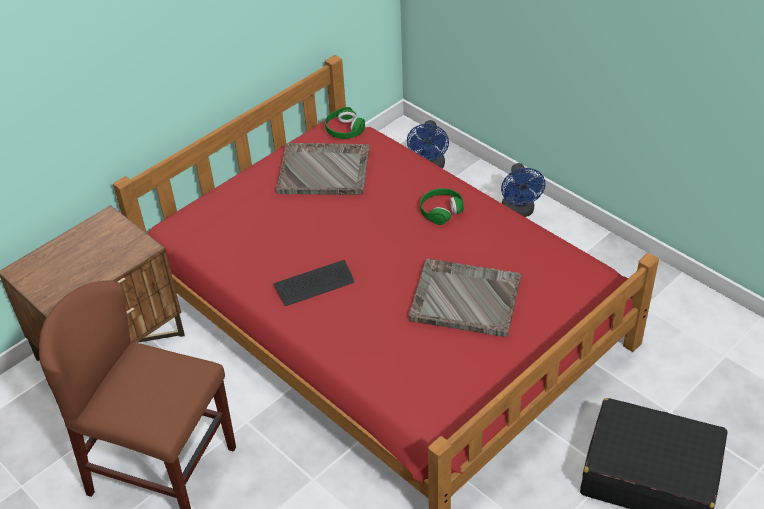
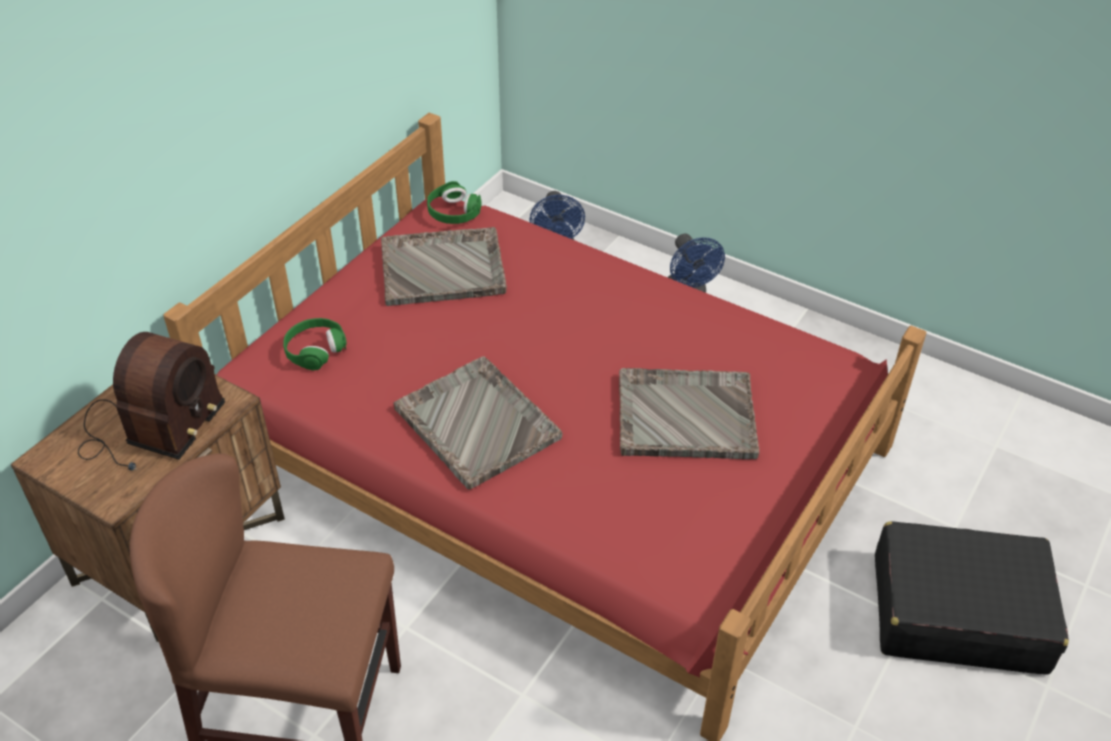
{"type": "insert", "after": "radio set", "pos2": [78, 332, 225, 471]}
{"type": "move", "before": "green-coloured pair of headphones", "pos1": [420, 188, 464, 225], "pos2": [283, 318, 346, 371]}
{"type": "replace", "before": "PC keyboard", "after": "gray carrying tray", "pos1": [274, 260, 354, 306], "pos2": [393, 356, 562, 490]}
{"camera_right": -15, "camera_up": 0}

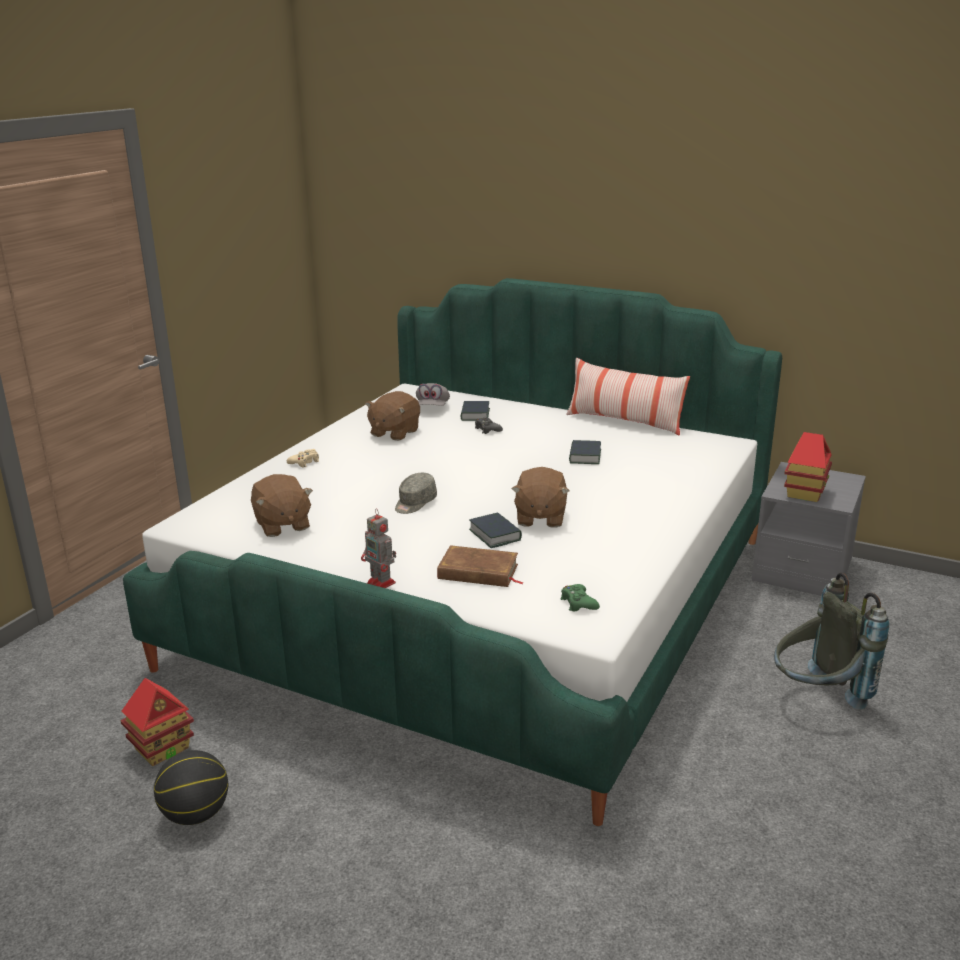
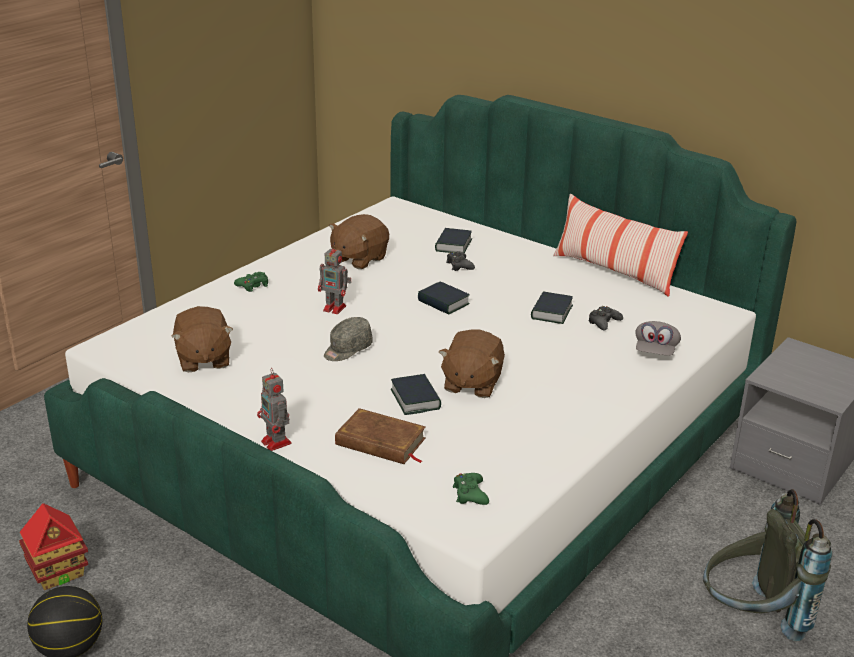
{"type": "delete", "before": "toy house", "pos1": [784, 432, 832, 502]}
{"type": "insert", "after": "robot figure", "pos2": [318, 243, 351, 314]}
{"type": "insert", "after": "bound book", "pos2": [418, 282, 470, 315]}
{"type": "insert", "after": "black game controller", "pos2": [588, 306, 623, 331]}
{"type": "move", "before": "gray baseball cap", "pos1": [416, 383, 450, 406], "pos2": [635, 321, 681, 356]}
{"type": "recolor", "before": "sand-coloured game controller", "after": "green-coloured game controller", "pos1": [287, 449, 319, 468], "pos2": [234, 272, 268, 292]}
{"camera_right": 10, "camera_up": 5}

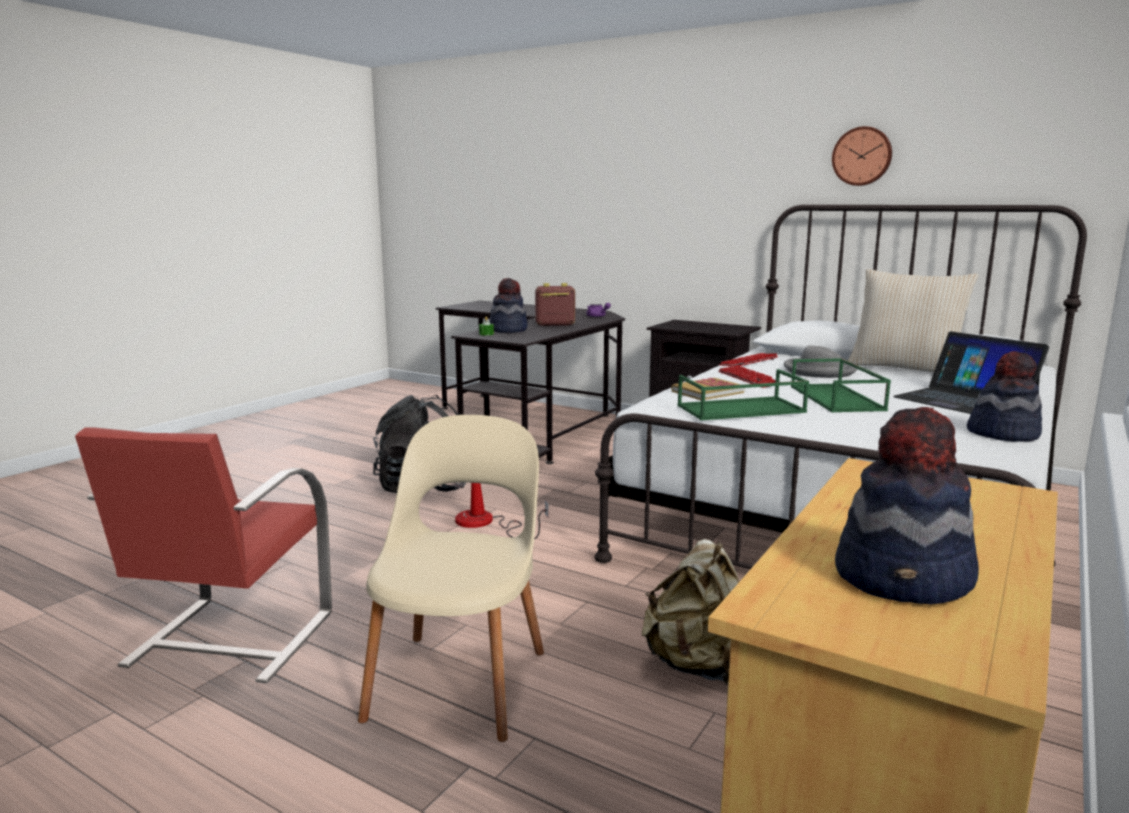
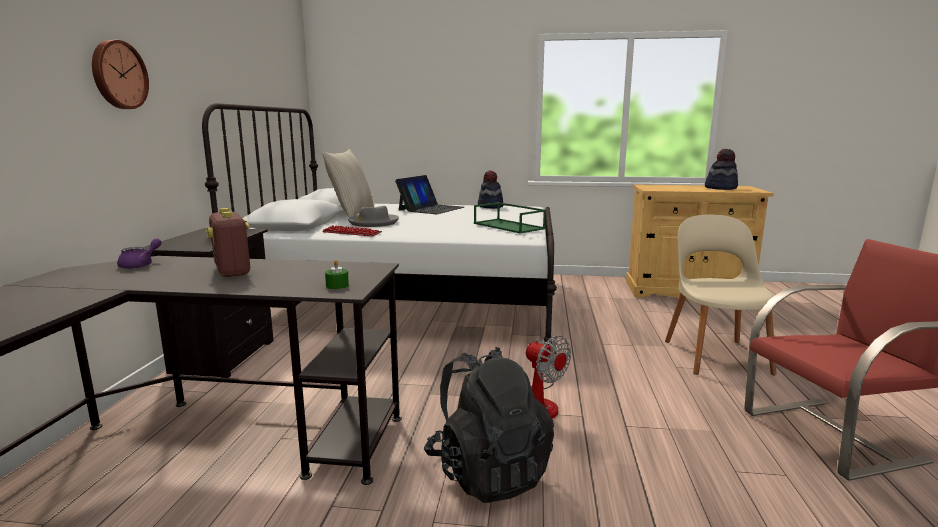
{"type": "delete", "before": "hat", "pos1": [489, 278, 528, 333]}
{"type": "delete", "before": "sand-coloured knapsack", "pos1": [642, 539, 739, 684]}
{"type": "delete", "before": "bound book", "pos1": [671, 378, 744, 400]}
{"type": "delete", "before": "PC keyboard", "pos1": [718, 365, 776, 388]}
{"type": "delete", "before": "green-coloured carrying tray", "pos1": [791, 358, 891, 413]}
{"type": "move", "before": "wall clock", "pos1": [832, 126, 892, 186], "pos2": [92, 40, 149, 109]}
{"type": "rotate", "before": "sand-coloured plain chair", "pos1": [358, 415, 544, 742], "pos2": [665, 215, 777, 375], "turn": 105}
{"camera_right": -115, "camera_up": 0}

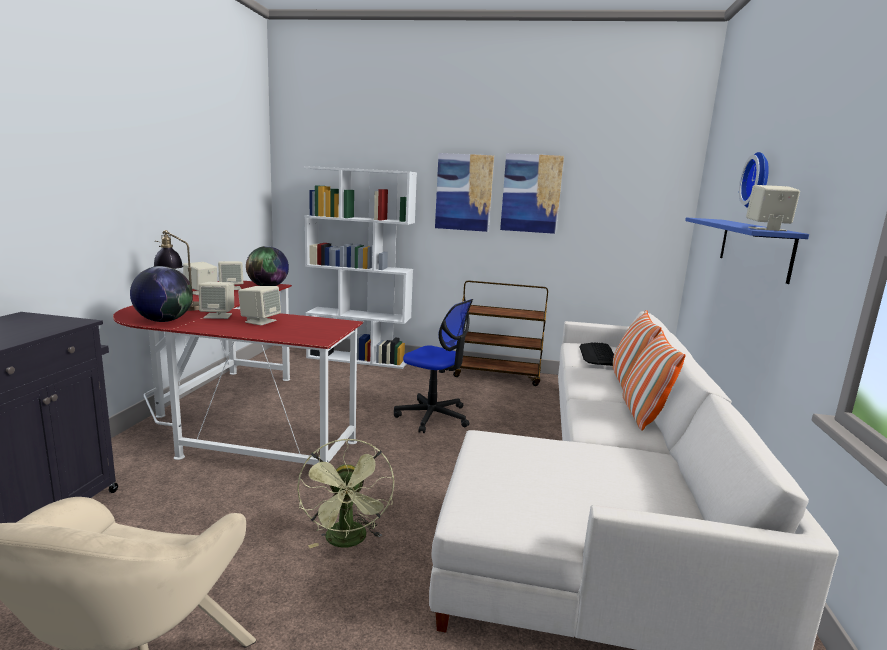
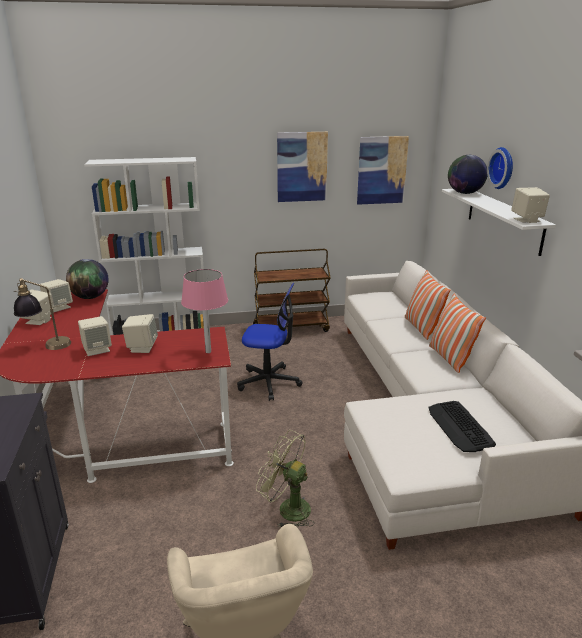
{"type": "insert", "after": "pinkish lamp for a table", "pos2": [181, 269, 228, 353]}
{"type": "move", "before": "globe", "pos1": [130, 266, 193, 322], "pos2": [448, 155, 487, 194]}
{"type": "move", "before": "wall picture", "pos1": [435, 153, 494, 232], "pos2": [357, 136, 409, 205]}
{"type": "move", "before": "PC keyboard", "pos1": [579, 342, 614, 366], "pos2": [428, 401, 496, 452]}
{"type": "recolor", "before": "blue-coloured wall shelf", "after": "whitish wall shelf", "pos1": [685, 217, 809, 284], "pos2": [442, 189, 556, 256]}
{"type": "rotate", "before": "green-coloured fan", "pos1": [297, 438, 394, 548], "pos2": [256, 430, 315, 528], "turn": 150}
{"camera_right": -20, "camera_up": 10}

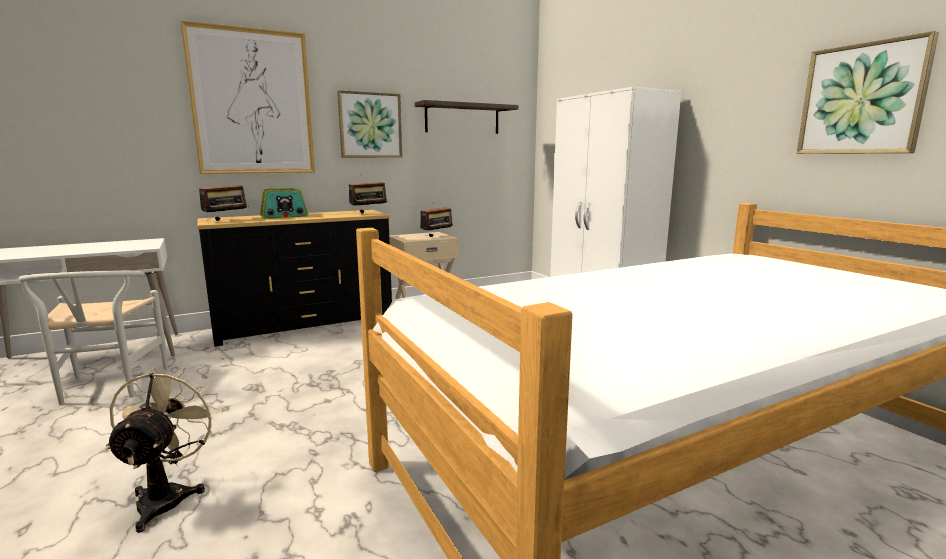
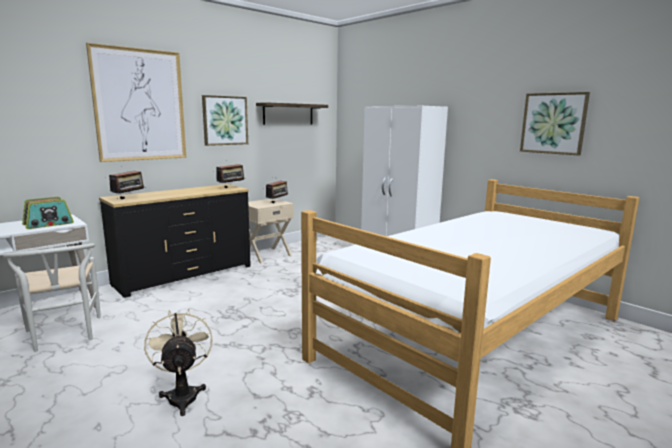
{"type": "move", "before": "radio set", "pos1": [260, 188, 308, 219], "pos2": [22, 197, 74, 229]}
{"camera_right": -15, "camera_up": 0}

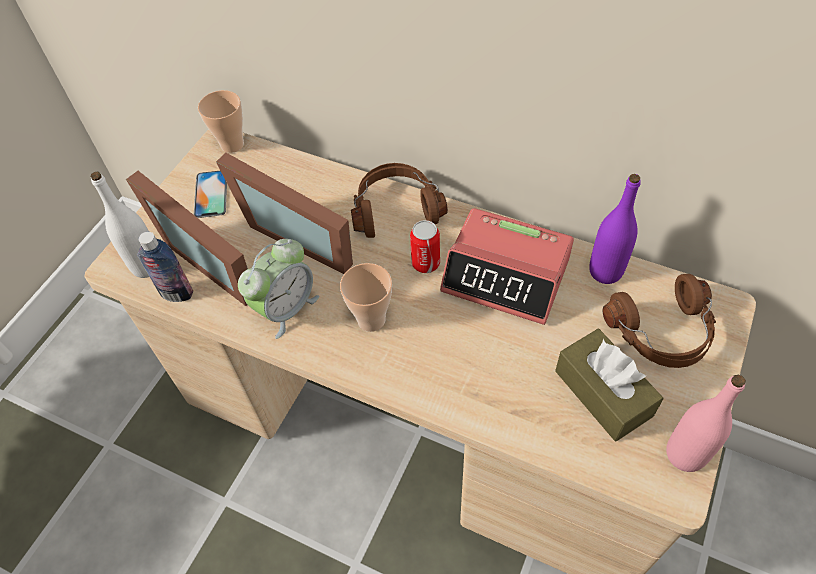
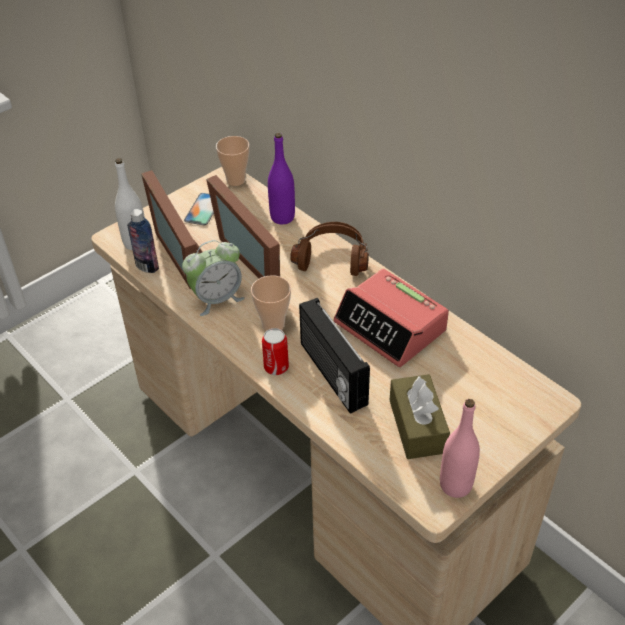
{"type": "delete", "before": "brown pair of headphones", "pos1": [603, 274, 716, 368]}
{"type": "insert", "after": "radio set", "pos2": [299, 298, 370, 414]}
{"type": "move", "before": "metal can", "pos1": [410, 220, 440, 273], "pos2": [262, 328, 289, 375]}
{"type": "move", "before": "purplish beverage bottle", "pos1": [589, 174, 640, 284], "pos2": [268, 133, 295, 224]}
{"camera_right": 20, "camera_up": -10}

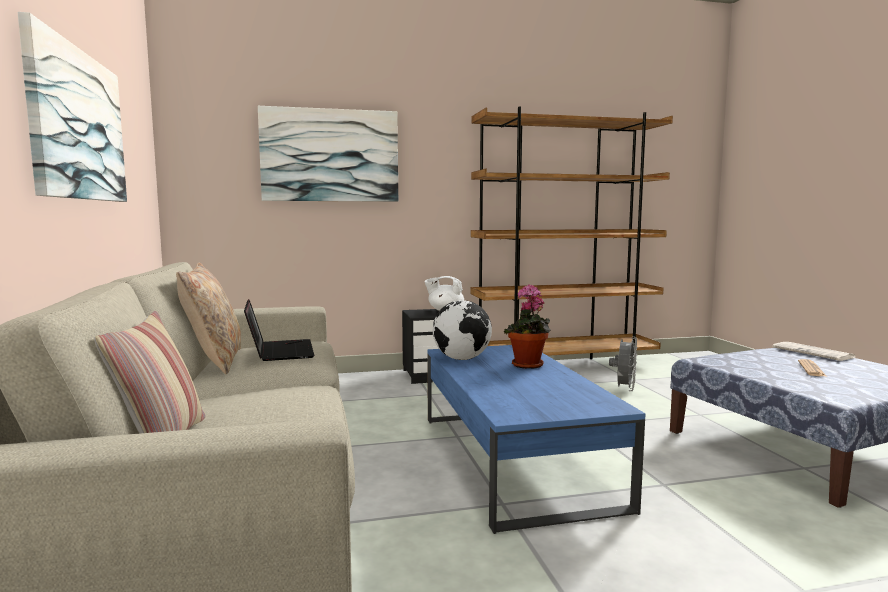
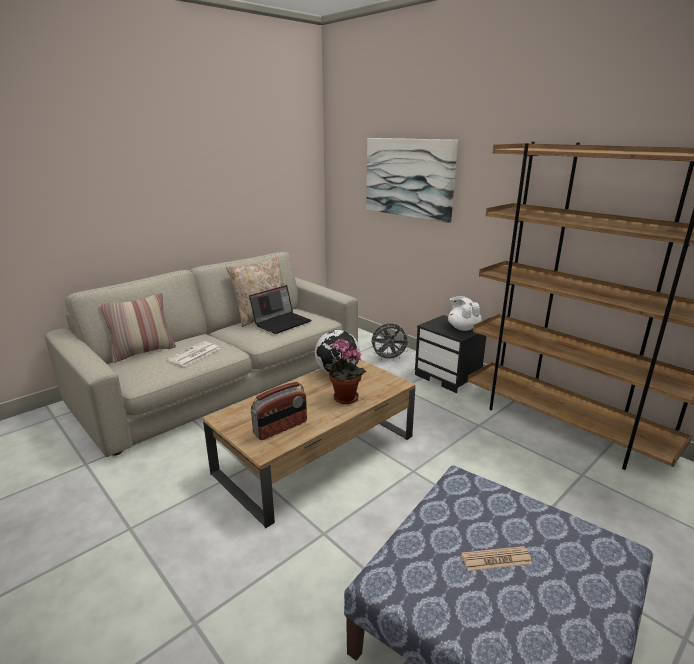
{"type": "delete", "before": "wall picture", "pos1": [18, 12, 127, 202]}
{"type": "insert", "after": "radio set", "pos2": [251, 382, 307, 440]}
{"type": "move", "before": "gray fan", "pos1": [609, 336, 637, 391], "pos2": [371, 324, 410, 361]}
{"type": "move", "before": "printed paper", "pos1": [772, 342, 857, 361], "pos2": [166, 341, 220, 367]}
{"type": "recolor", "before": "blue-coloured low table", "after": "brown low table", "pos1": [427, 345, 645, 534], "pos2": [203, 360, 416, 528]}
{"camera_right": 60, "camera_up": 15}

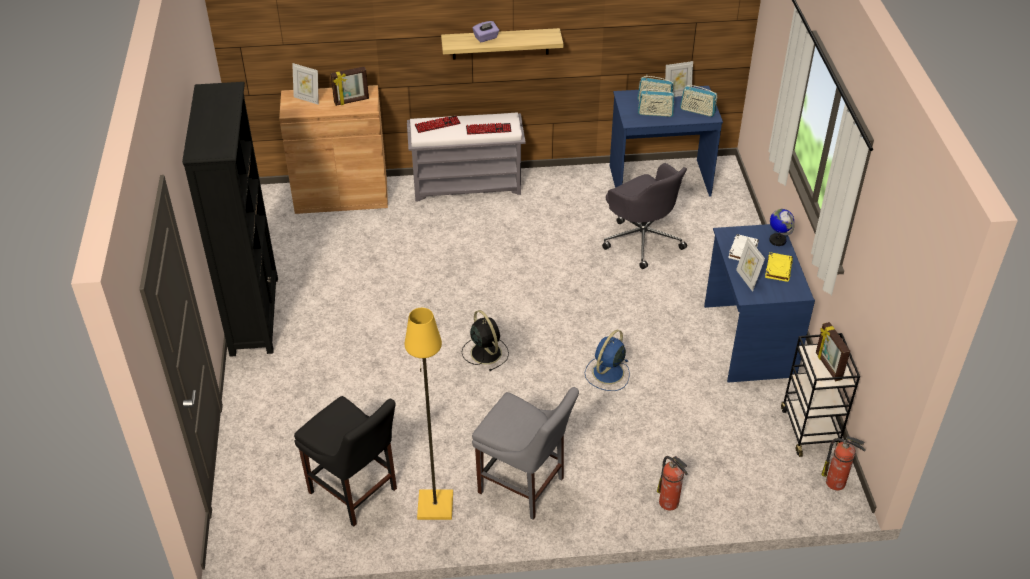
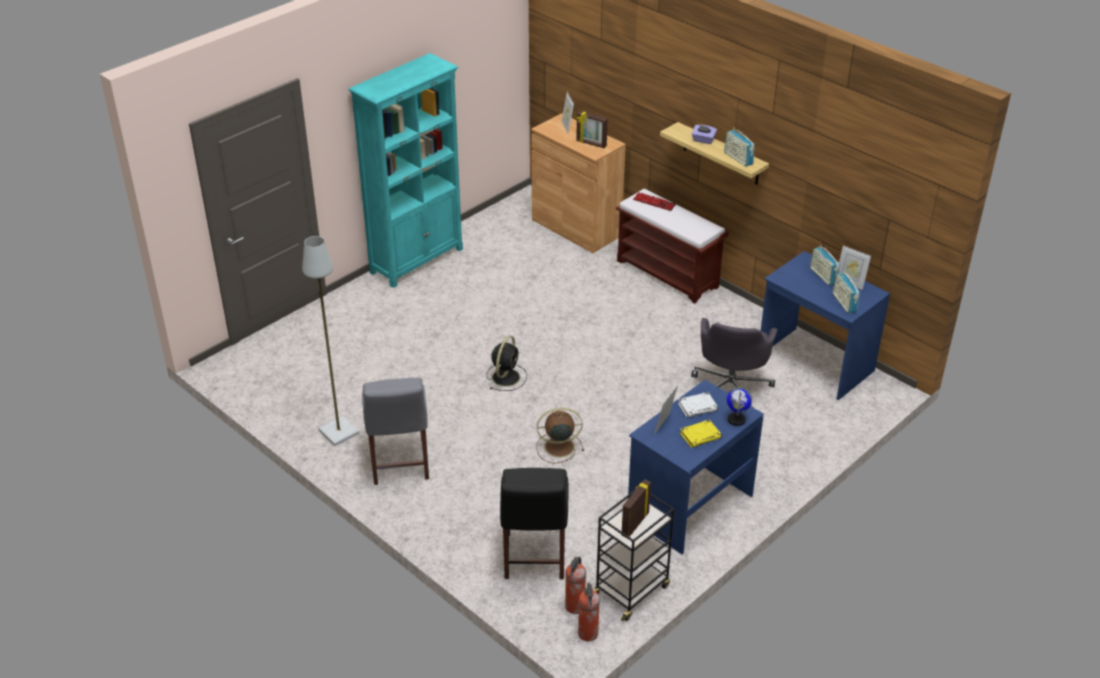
{"type": "delete", "before": "PC keyboard", "pos1": [466, 123, 512, 135]}
{"type": "move", "before": "black plain chair", "pos1": [294, 396, 397, 527], "pos2": [500, 468, 569, 579]}
{"type": "move", "before": "radio set", "pos1": [638, 88, 675, 117], "pos2": [724, 130, 754, 167]}
{"type": "move", "before": "extinguisher", "pos1": [657, 456, 688, 511], "pos2": [565, 556, 586, 614]}
{"type": "recolor", "before": "black shelving unit", "after": "blue-green shelving unit", "pos1": [182, 82, 278, 357], "pos2": [349, 53, 463, 288]}
{"type": "recolor", "before": "yellow floor lamp", "after": "gray floor lamp", "pos1": [405, 308, 453, 520], "pos2": [302, 236, 359, 446]}
{"type": "recolor", "before": "gray long seat", "after": "brown long seat", "pos1": [407, 112, 526, 201], "pos2": [616, 189, 729, 303]}
{"type": "recolor", "before": "blue-coloured fan", "after": "brown fan", "pos1": [585, 330, 630, 391], "pos2": [536, 408, 584, 464]}
{"camera_right": 50, "camera_up": -5}

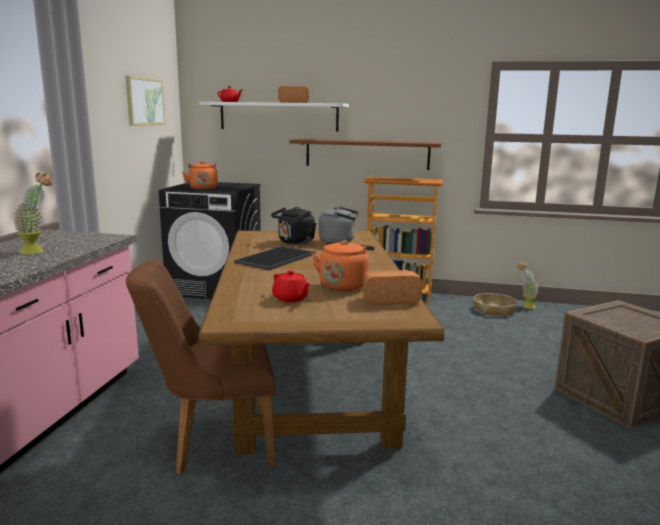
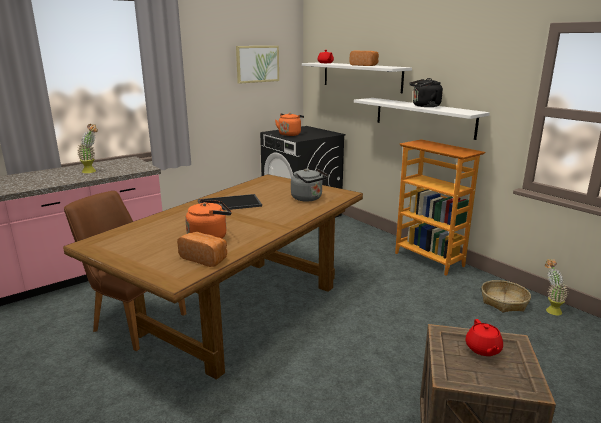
{"type": "move", "before": "black water kettle", "pos1": [271, 207, 316, 244], "pos2": [409, 78, 443, 107]}
{"type": "move", "before": "red-coloured tea pot", "pos1": [272, 270, 310, 302], "pos2": [465, 319, 503, 356]}
{"type": "recolor", "before": "brown wall shelf", "after": "whitish wall shelf", "pos1": [289, 139, 441, 170], "pos2": [354, 98, 490, 140]}
{"camera_right": 40, "camera_up": 5}

